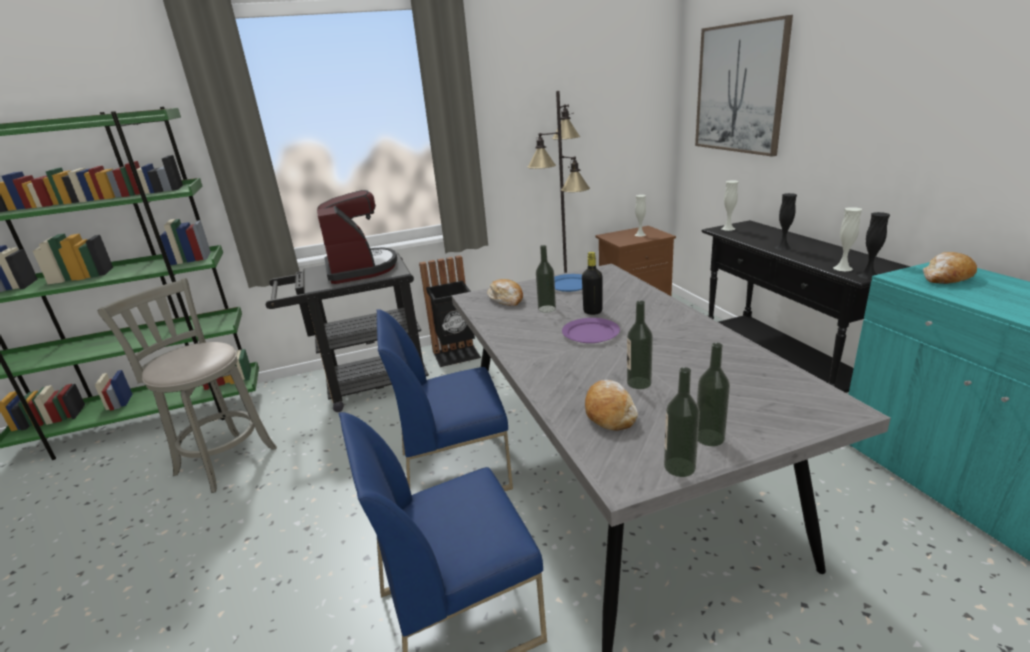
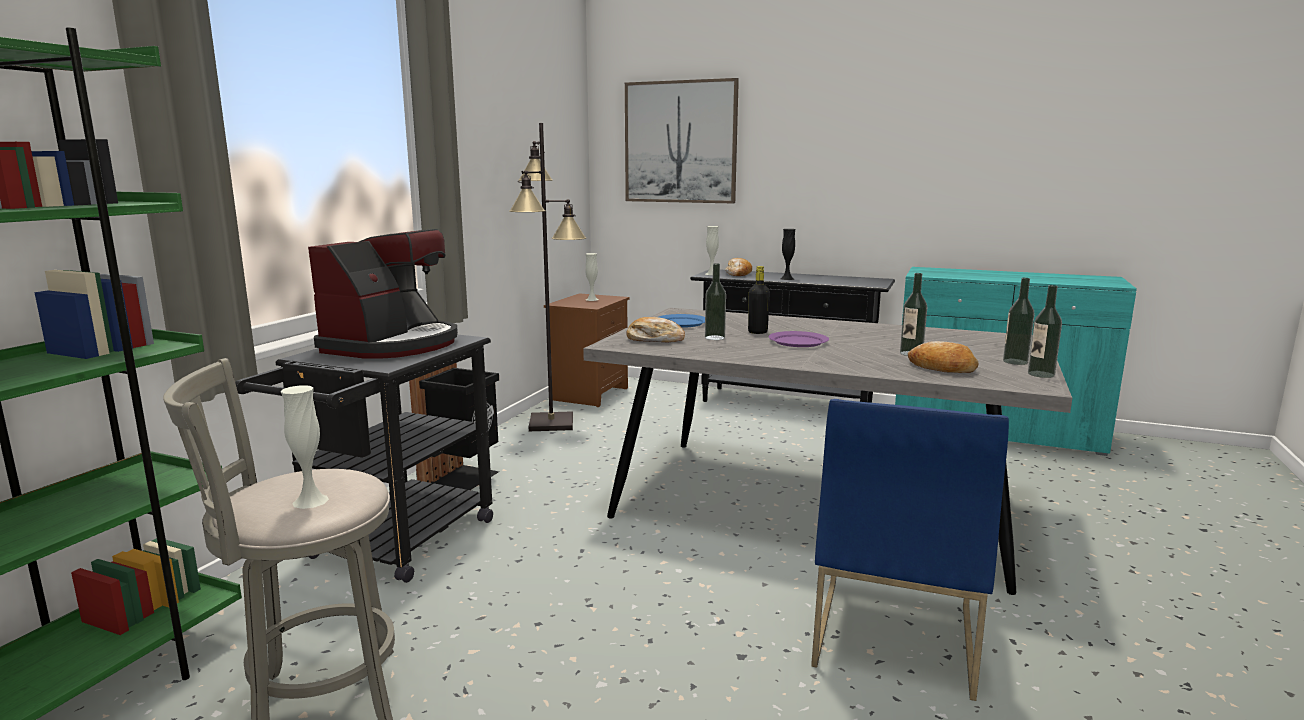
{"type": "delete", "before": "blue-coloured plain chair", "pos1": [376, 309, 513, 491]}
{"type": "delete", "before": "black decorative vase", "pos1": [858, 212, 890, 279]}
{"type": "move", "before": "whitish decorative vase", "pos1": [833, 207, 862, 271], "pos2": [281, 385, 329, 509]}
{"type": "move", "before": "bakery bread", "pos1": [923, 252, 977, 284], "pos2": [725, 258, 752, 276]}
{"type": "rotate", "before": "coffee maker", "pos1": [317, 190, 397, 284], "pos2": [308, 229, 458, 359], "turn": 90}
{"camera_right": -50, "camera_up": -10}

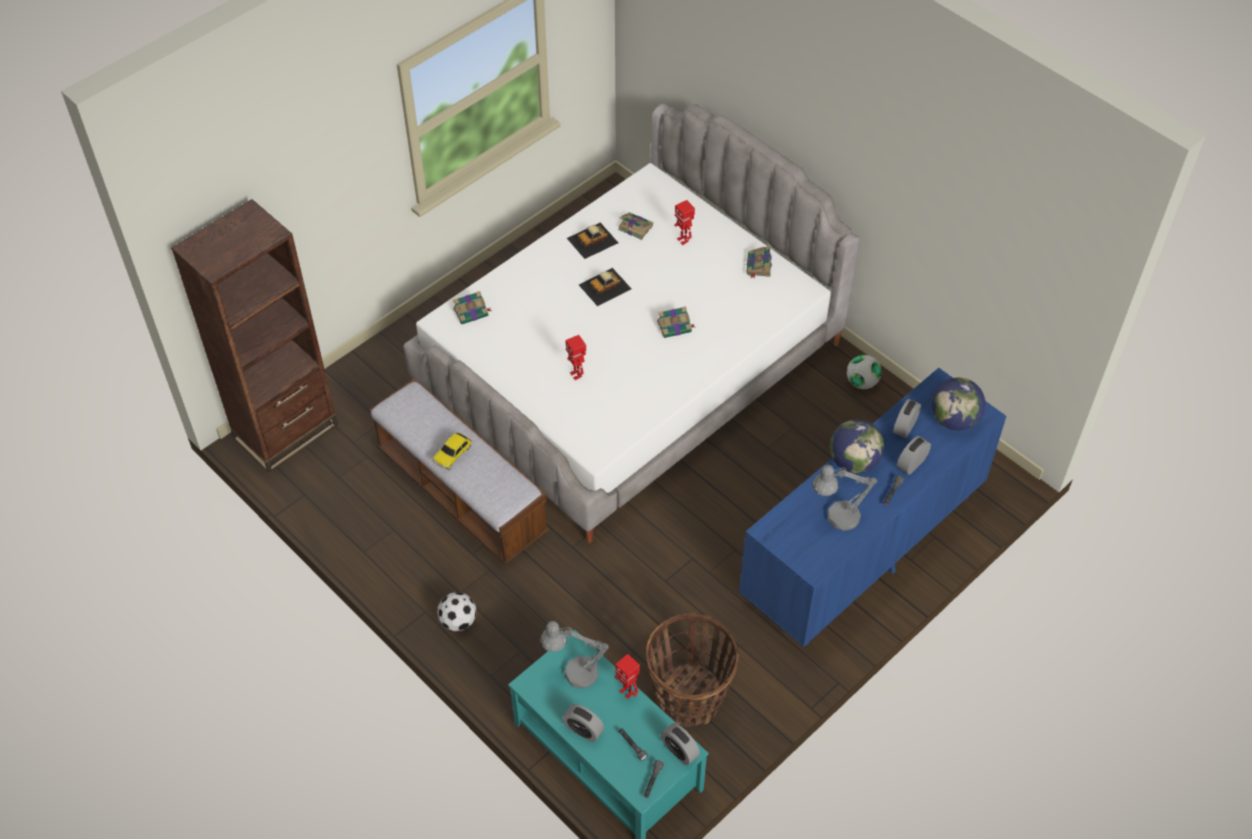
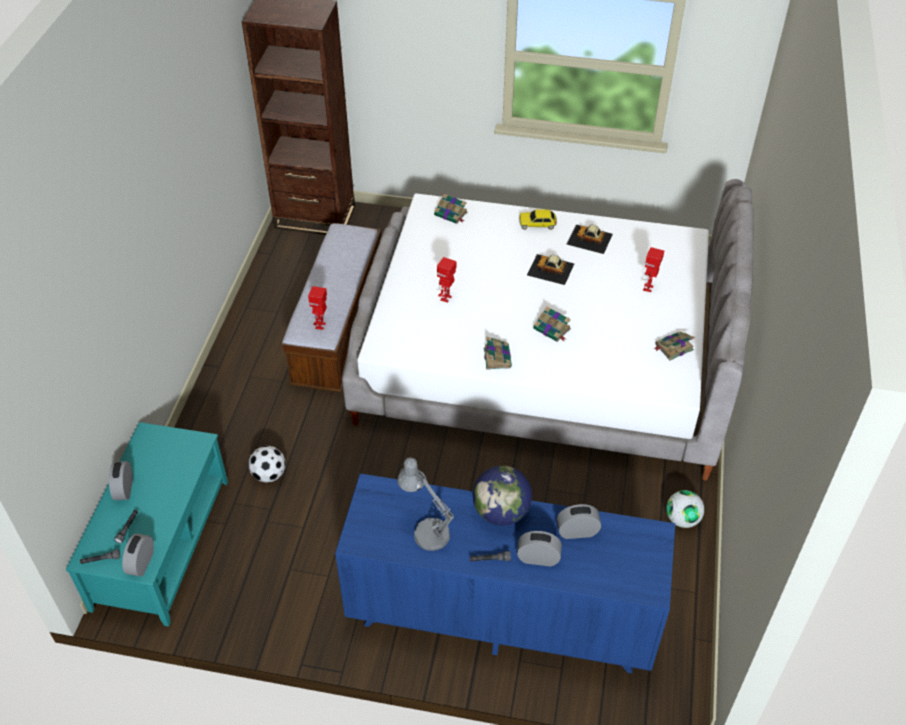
{"type": "delete", "before": "gray lamp for a table", "pos1": [540, 621, 609, 688]}
{"type": "delete", "before": "household basket", "pos1": [646, 613, 739, 727]}
{"type": "delete", "before": "globe", "pos1": [932, 378, 985, 430]}
{"type": "move", "before": "model car", "pos1": [433, 433, 472, 470], "pos2": [519, 209, 557, 230]}
{"type": "move", "before": "ball for football", "pos1": [437, 592, 477, 631], "pos2": [248, 446, 286, 483]}
{"type": "move", "before": "robot figure", "pos1": [614, 654, 640, 699], "pos2": [308, 286, 327, 330]}
{"type": "move", "before": "bound book", "pos1": [618, 212, 653, 240], "pos2": [484, 337, 512, 370]}
{"camera_right": 55, "camera_up": -5}

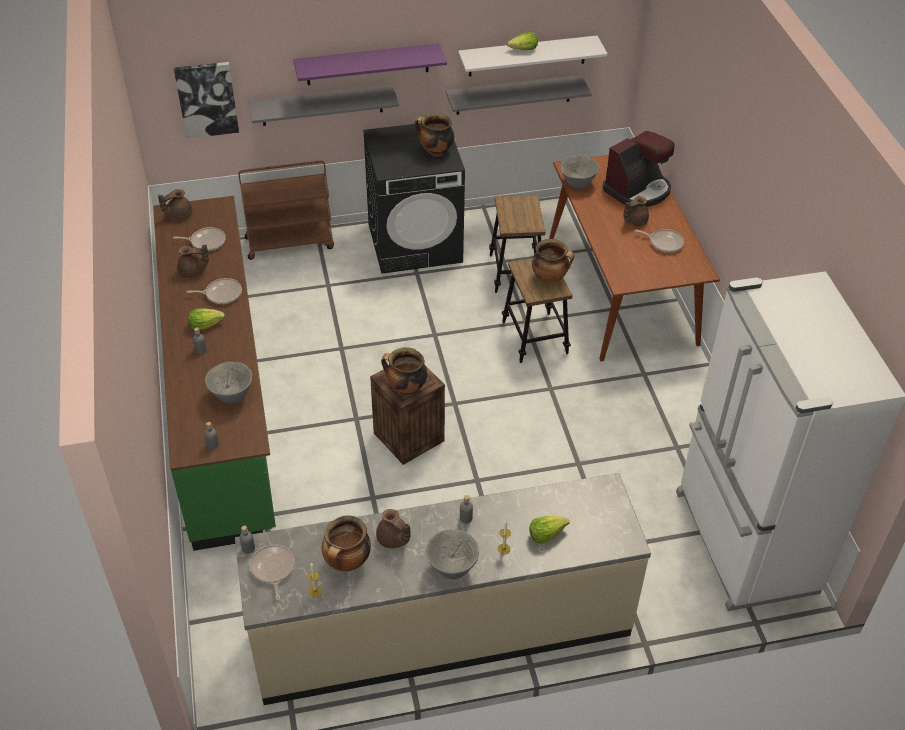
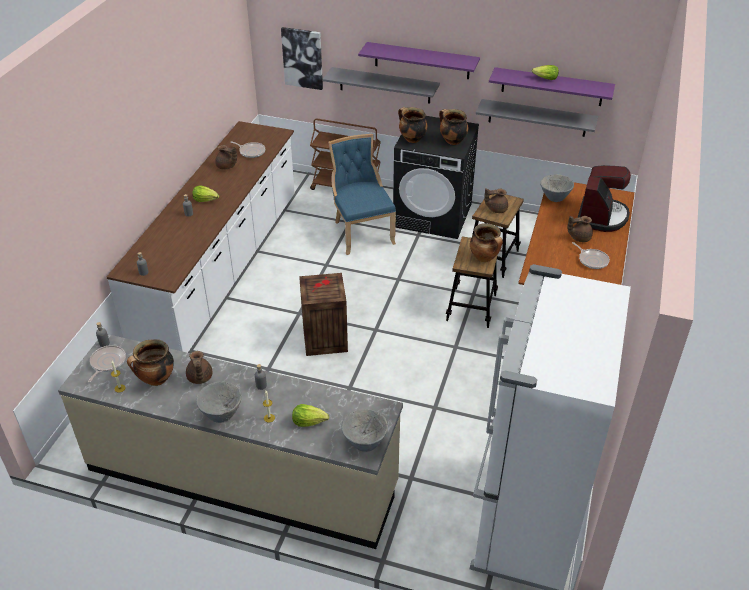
{"type": "delete", "before": "skillet", "pos1": [187, 278, 242, 304]}
{"type": "insert", "after": "blue-coloured plain chair", "pos2": [328, 134, 396, 255]}
{"type": "move", "before": "brown tea pot", "pos1": [158, 189, 192, 220], "pos2": [484, 188, 508, 213]}
{"type": "move", "before": "gray deep dish", "pos1": [205, 362, 252, 404], "pos2": [342, 409, 388, 452]}
{"type": "move", "before": "saucepot", "pos1": [381, 347, 427, 395], "pos2": [398, 107, 428, 143]}
{"type": "recolor", "before": "green-coloured kitchen base unit", "after": "whitish kitchen base unit", "pos1": [153, 196, 276, 551], "pos2": [107, 121, 295, 353]}
{"type": "recolor", "before": "whitish wall shelf", "after": "purplish wall shelf", "pos1": [458, 36, 608, 76], "pos2": [489, 67, 615, 106]}
{"type": "rotate", "before": "coffee maker", "pos1": [603, 131, 675, 207], "pos2": [576, 165, 631, 232], "turn": -60}
{"camera_right": 30, "camera_up": -5}

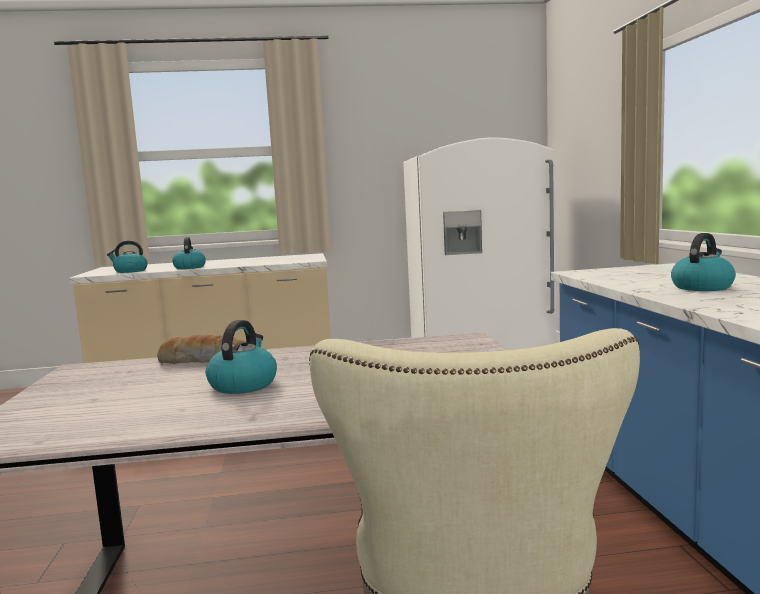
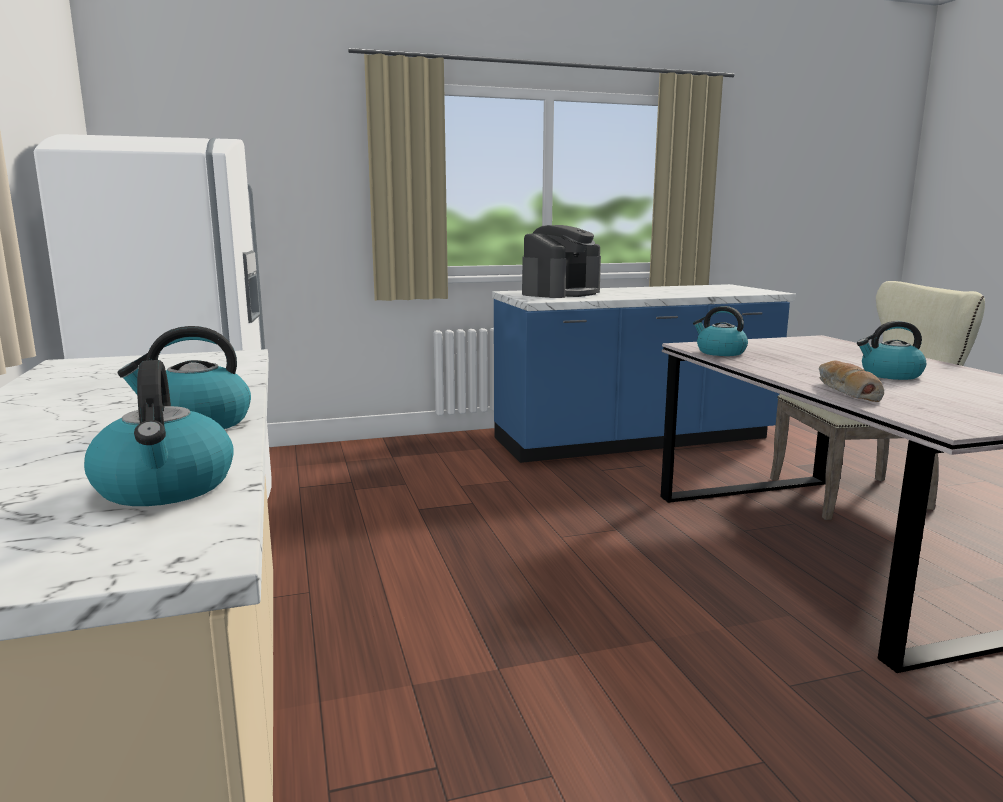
{"type": "insert", "after": "coffee maker", "pos2": [522, 225, 601, 298]}
{"type": "move", "before": "water kettle", "pos1": [671, 233, 736, 291], "pos2": [693, 306, 748, 356]}
{"camera_right": -100, "camera_up": 5}

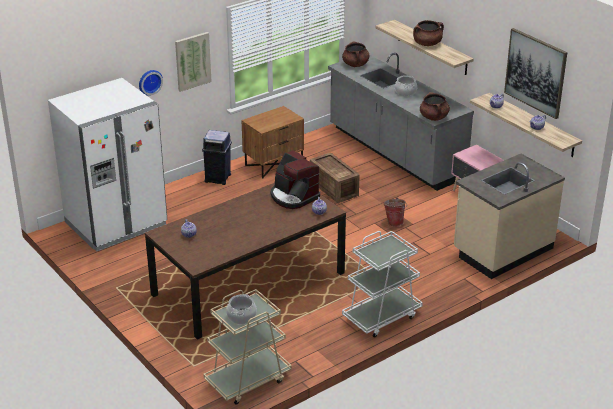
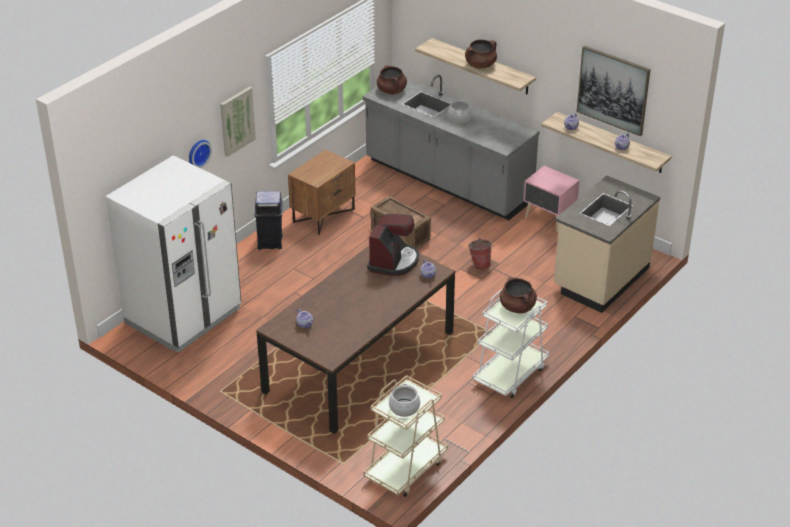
{"type": "move", "before": "brown saucepot", "pos1": [420, 92, 450, 121], "pos2": [500, 277, 537, 314]}
{"type": "rotate", "before": "coffee maker", "pos1": [271, 150, 320, 209], "pos2": [367, 214, 419, 276], "turn": -105}
{"camera_right": -15, "camera_up": 5}

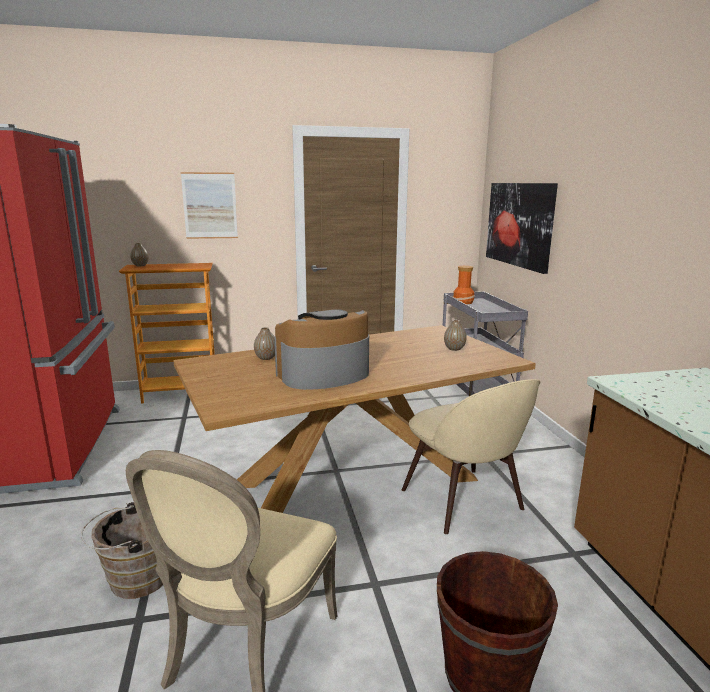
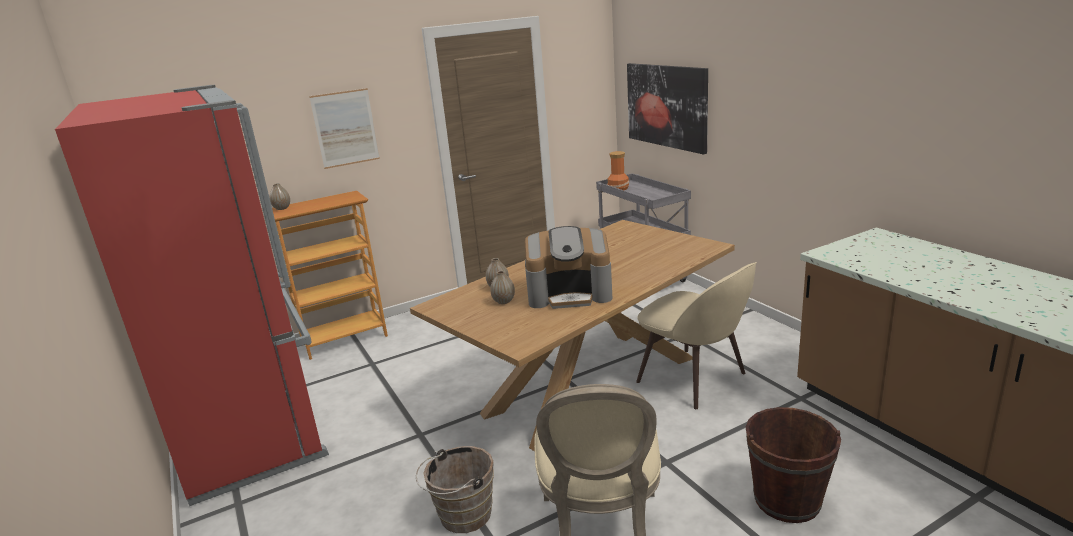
{"type": "move", "before": "decorative vase", "pos1": [444, 320, 467, 351], "pos2": [490, 271, 515, 304]}
{"type": "rotate", "before": "coffee maker", "pos1": [274, 309, 369, 390], "pos2": [525, 226, 612, 309], "turn": -135}
{"camera_right": -15, "camera_up": 5}

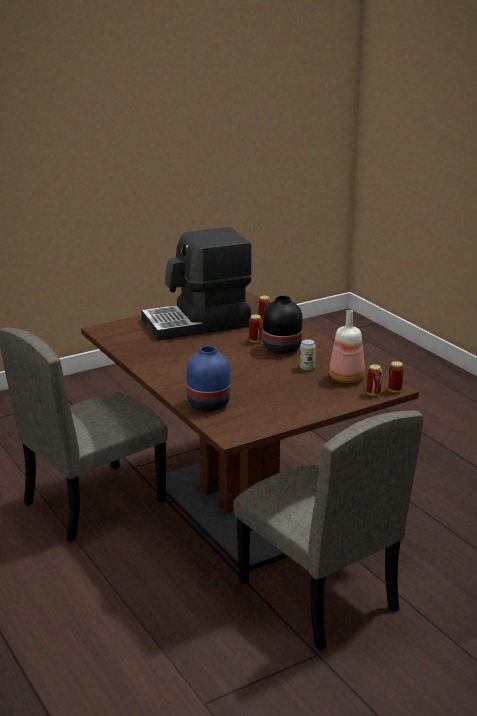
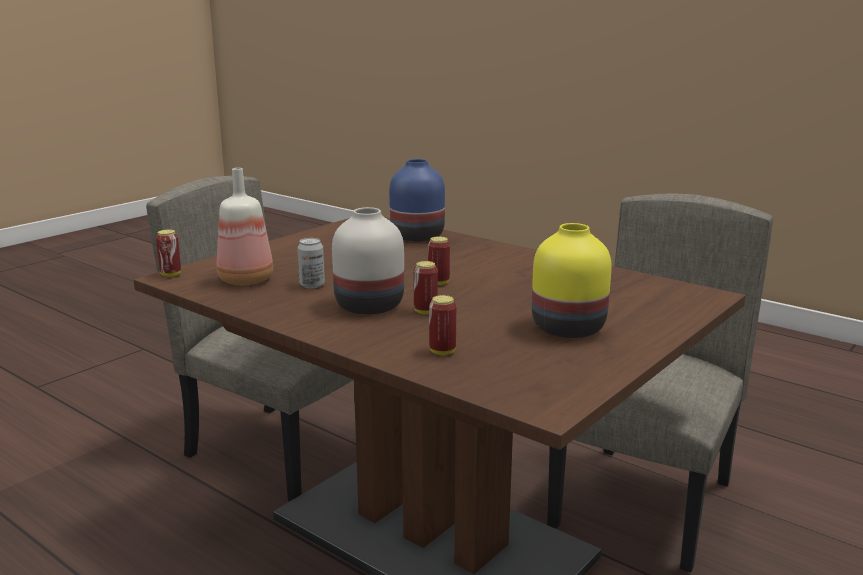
{"type": "move", "before": "metal can", "pos1": [367, 364, 382, 396], "pos2": [428, 236, 450, 285]}
{"type": "replace", "before": "coffee maker", "after": "yellow decorative vase", "pos1": [141, 227, 252, 340], "pos2": [532, 223, 611, 338]}
{"type": "recolor", "before": "black decorative vase", "after": "whitish decorative vase", "pos1": [263, 296, 302, 354], "pos2": [332, 207, 404, 315]}
{"camera_right": 160, "camera_up": -5}

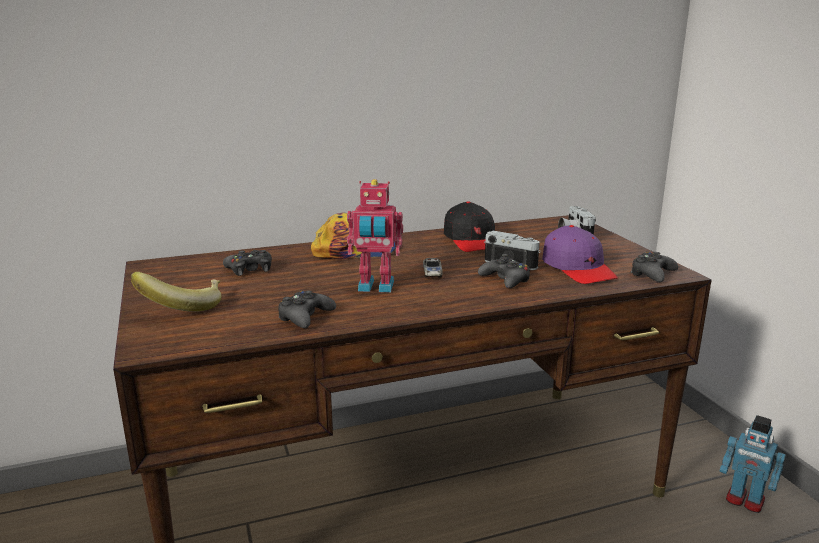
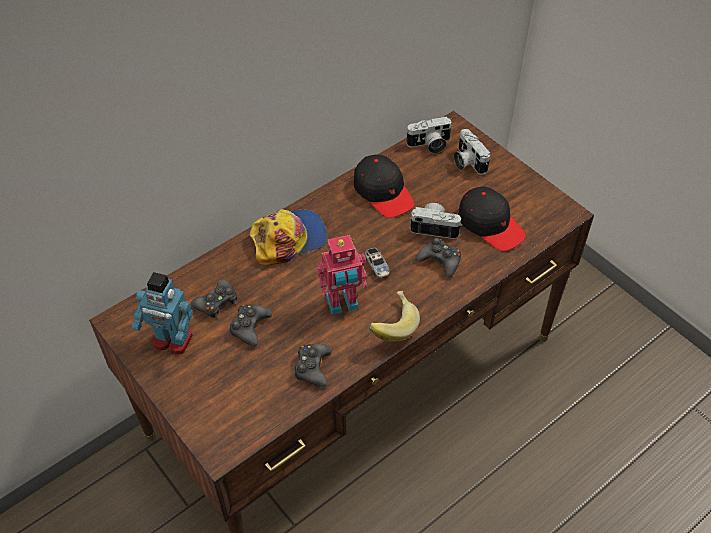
{"type": "insert", "after": "photo camera", "pos2": [406, 116, 452, 153]}
{"type": "move", "before": "banana fruit", "pos1": [131, 272, 221, 312], "pos2": [369, 291, 420, 342]}
{"type": "move", "before": "black game controller", "pos1": [630, 252, 678, 282], "pos2": [230, 303, 272, 346]}
{"type": "move", "before": "robot figure", "pos1": [720, 415, 786, 513], "pos2": [132, 272, 193, 354]}
{"type": "recolor", "before": "purplish baseball cap", "after": "black baseball cap", "pos1": [542, 225, 618, 284], "pos2": [458, 186, 526, 251]}
{"camera_right": -20, "camera_up": 30}

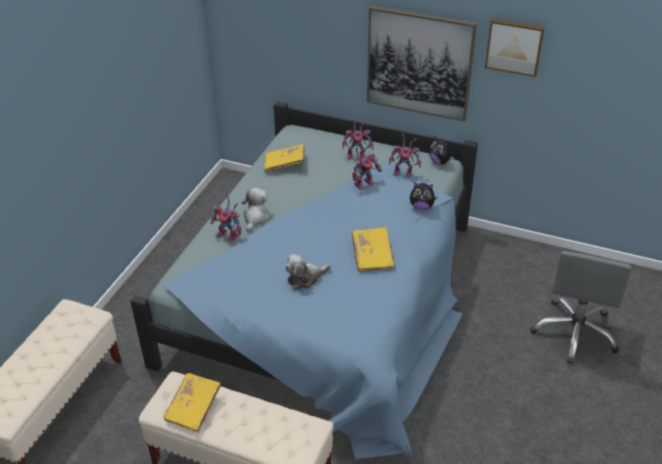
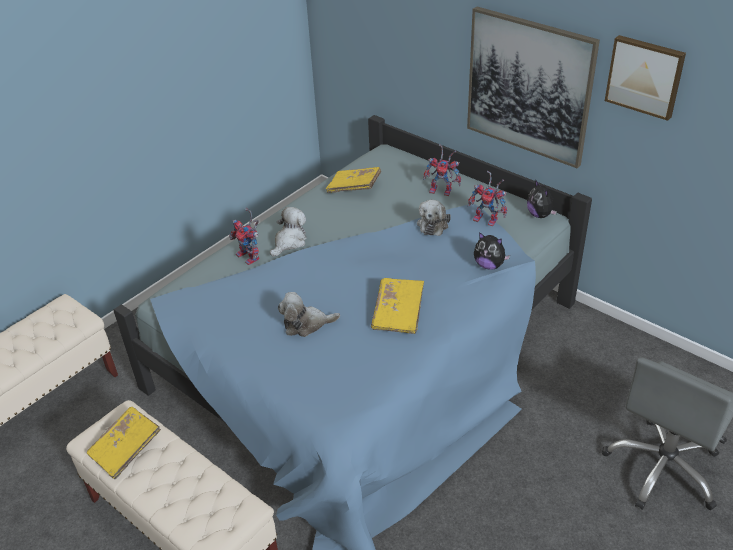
{"type": "replace", "before": "robot figure", "after": "soft toy", "pos1": [352, 146, 382, 190], "pos2": [417, 200, 451, 236]}
{"camera_right": 20, "camera_up": 0}

